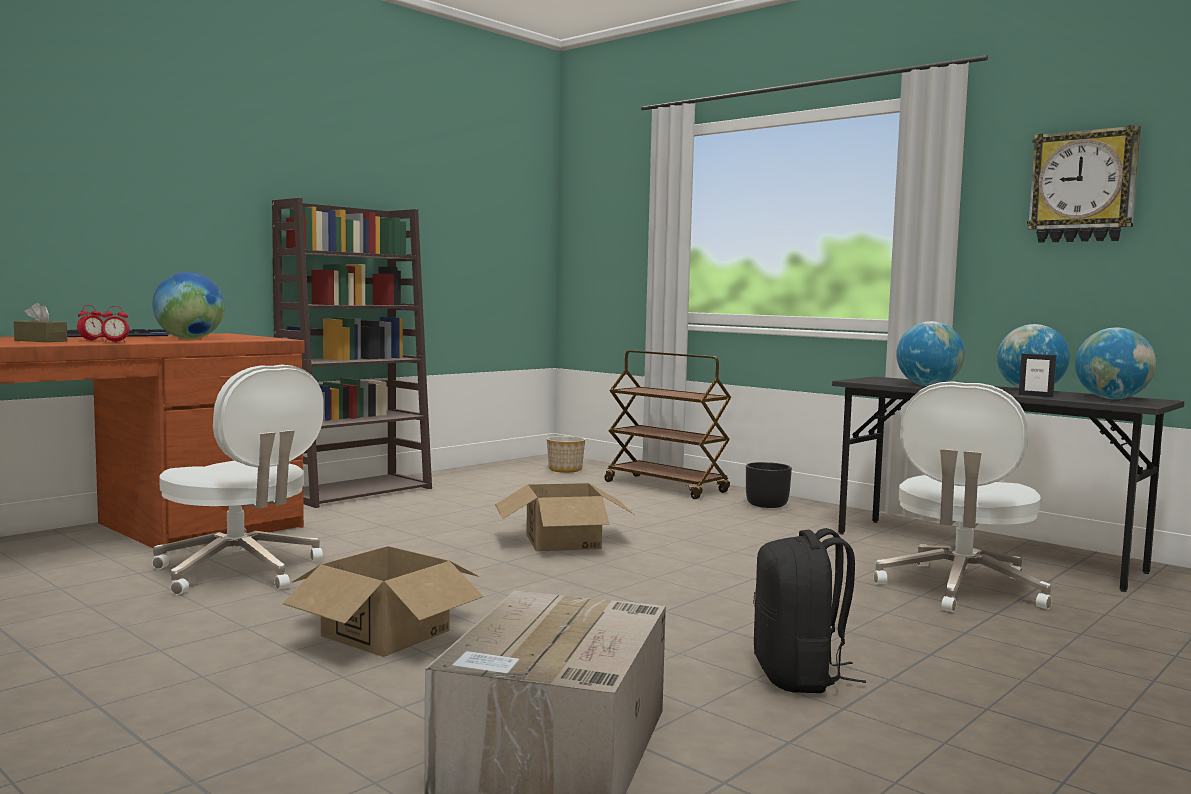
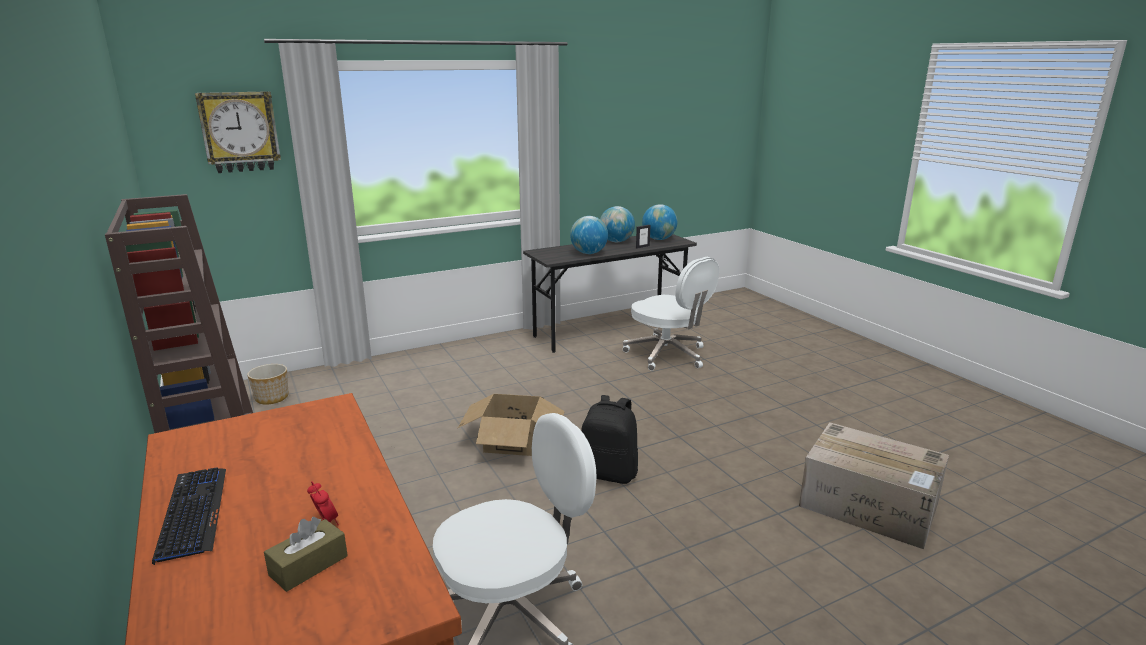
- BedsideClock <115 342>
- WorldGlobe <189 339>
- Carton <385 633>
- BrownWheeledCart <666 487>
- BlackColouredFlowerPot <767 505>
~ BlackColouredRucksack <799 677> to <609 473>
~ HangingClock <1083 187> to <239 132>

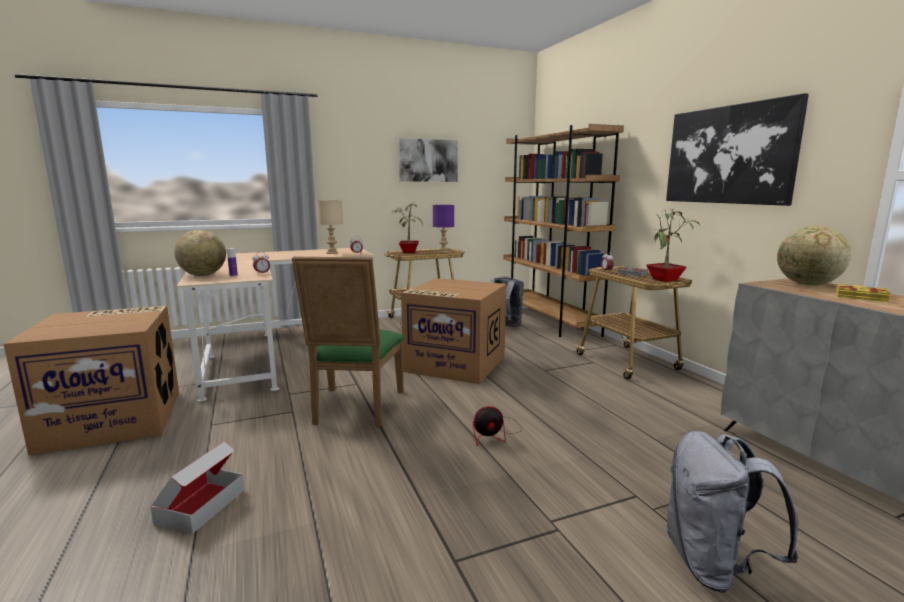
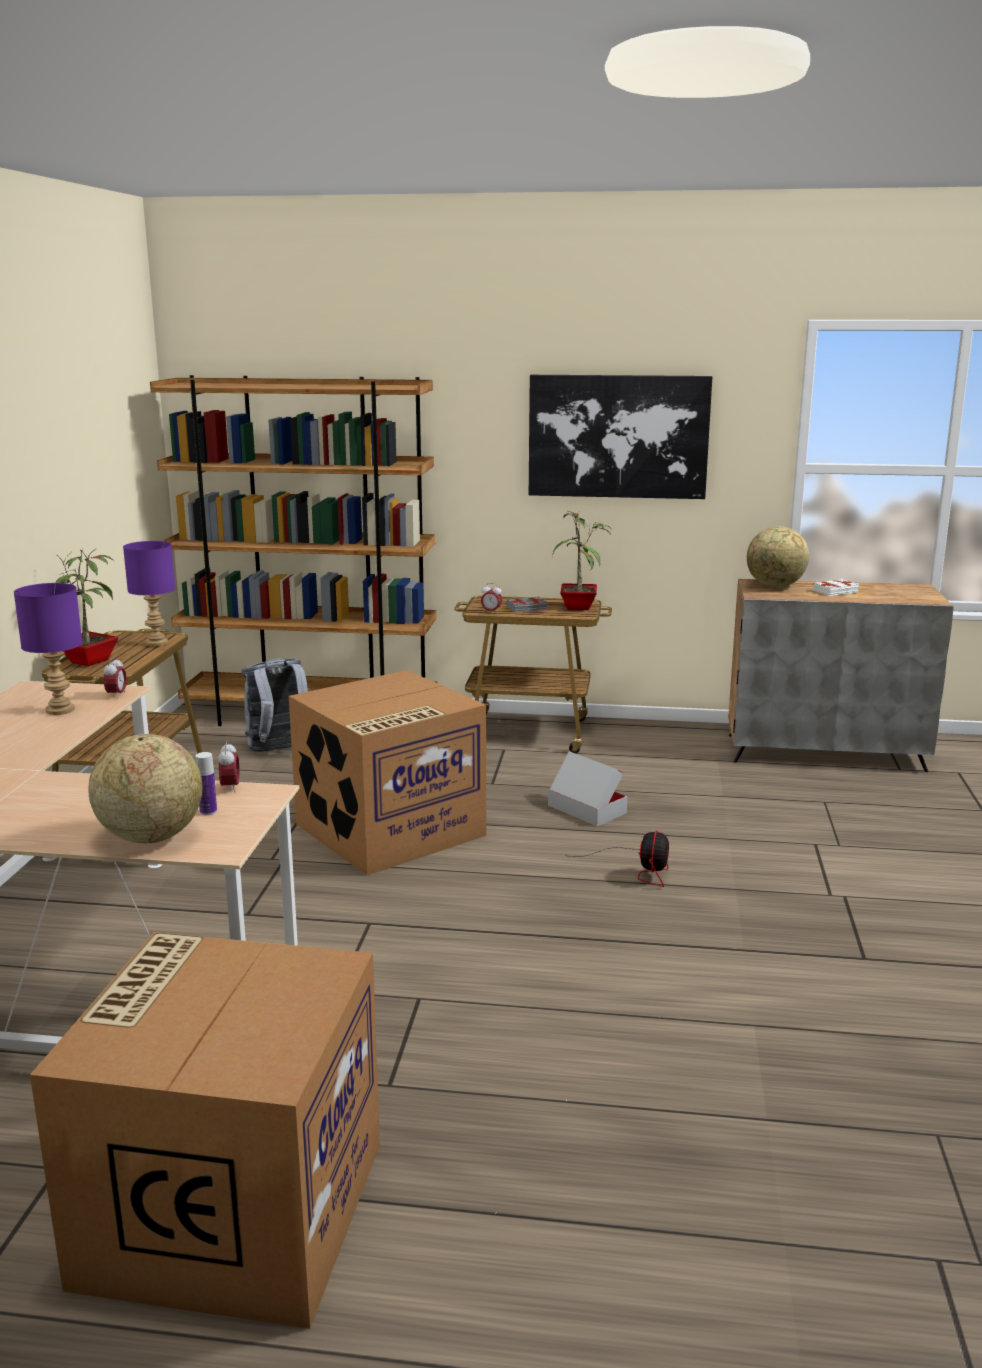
~ Carton <201 506> to <586 809>
- GreenColouredPlainChair <355 409>
~ BeigeColouredTabletopLamp <332 253> to PurpleColouredTabletopLamp <61 710>
- WallPicture <428 160>
- GreyRucksack <713 566>
~ YellowishBoundBook <861 297> to WhiteColouredBoundBook <836 591>

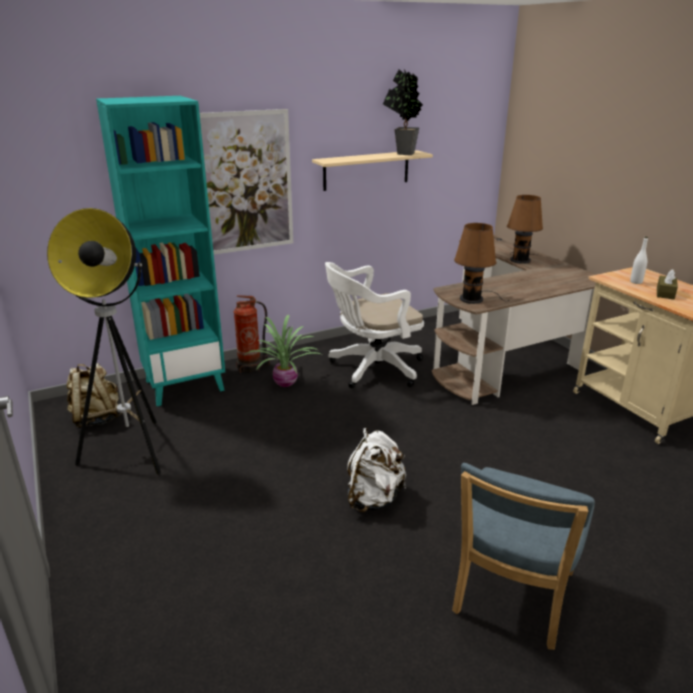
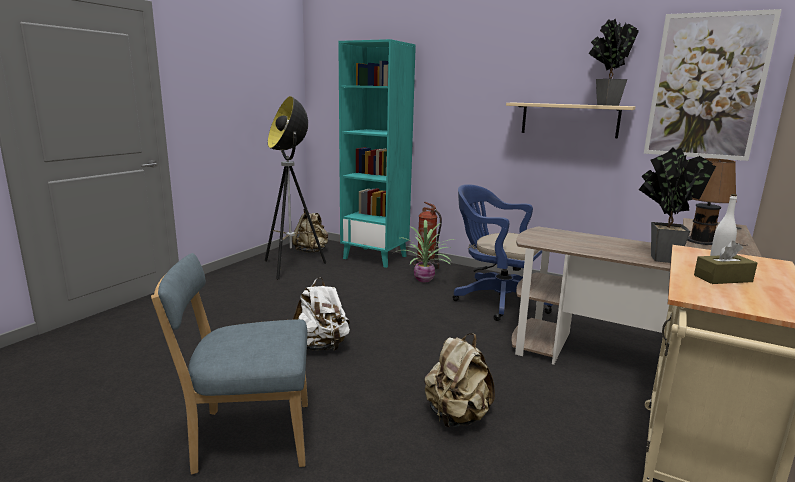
~ WallPicture <247 183> to <706 87>
~ WhiteColouredComputerChair <372 369> to BlueColouredComputerChair <496 300>
- BrownTabletopLamp <474 299>
+ BeigeColouredRucksack <457 416>
+ Houseplant <658 258>

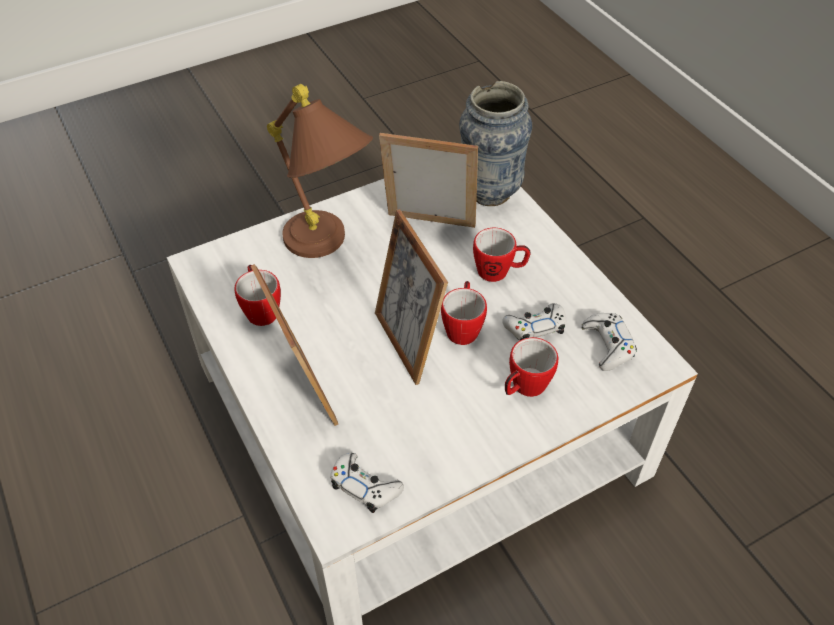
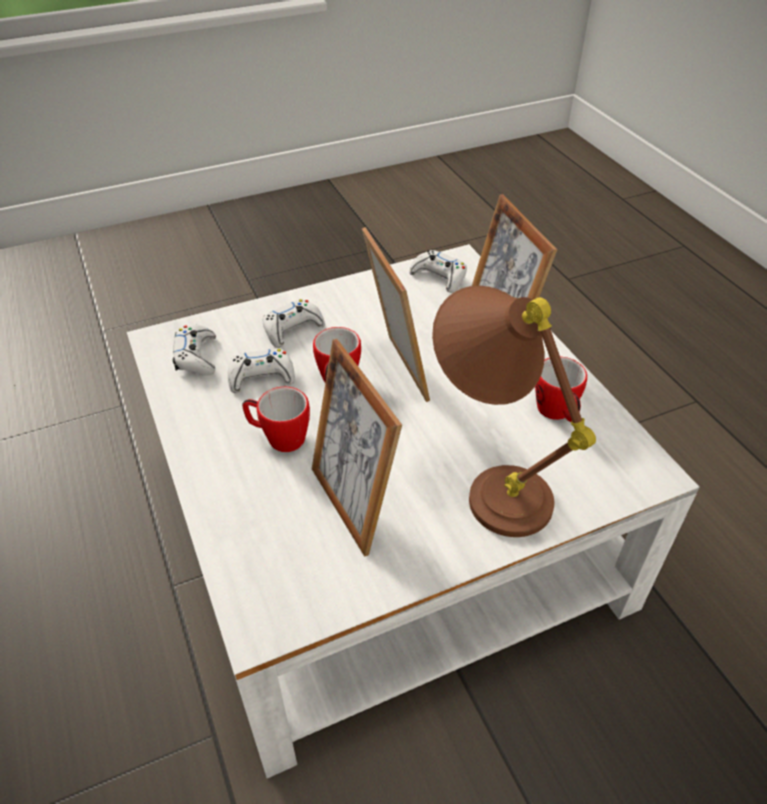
~ PhotoFrame <429 228> = <353 503> 45 degrees clockwise
- DecorativeVase <489 192>
~ TeaMug <524 387> to WhiteColouredGameController <292 329>

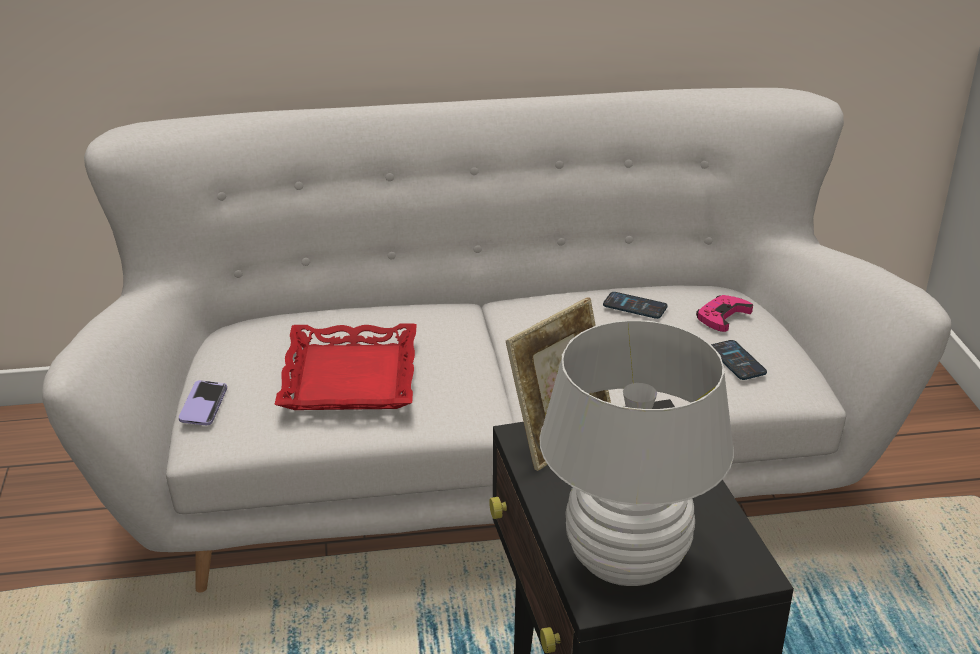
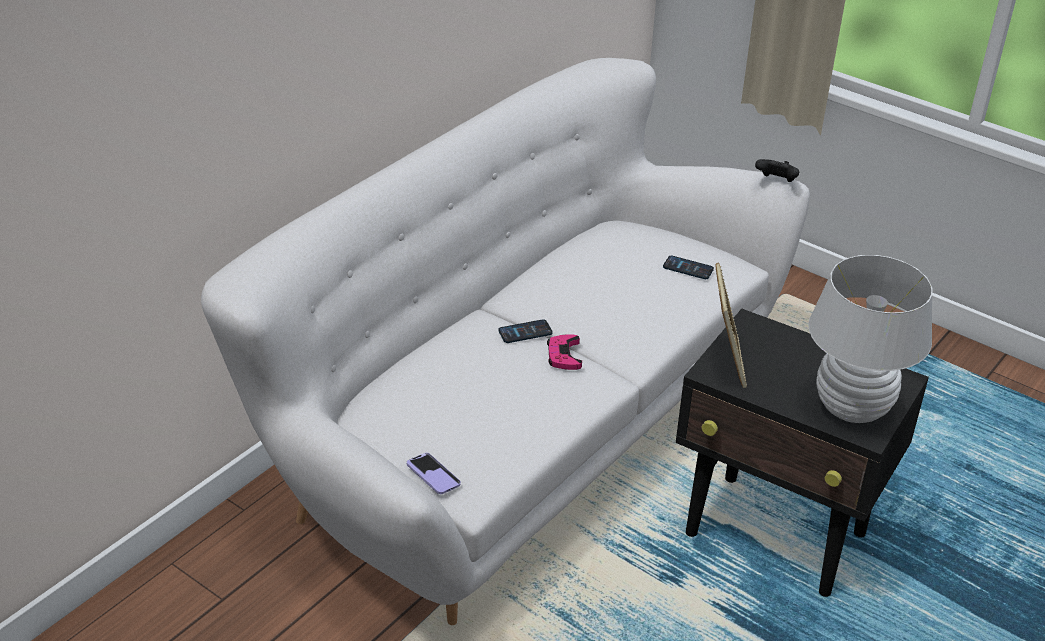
- RedTray <351 378>
~ Handset <635 306> to <525 332>
~ PinkGameController <722 317> to <564 356>
+ BlackColouredGameController <776 182>

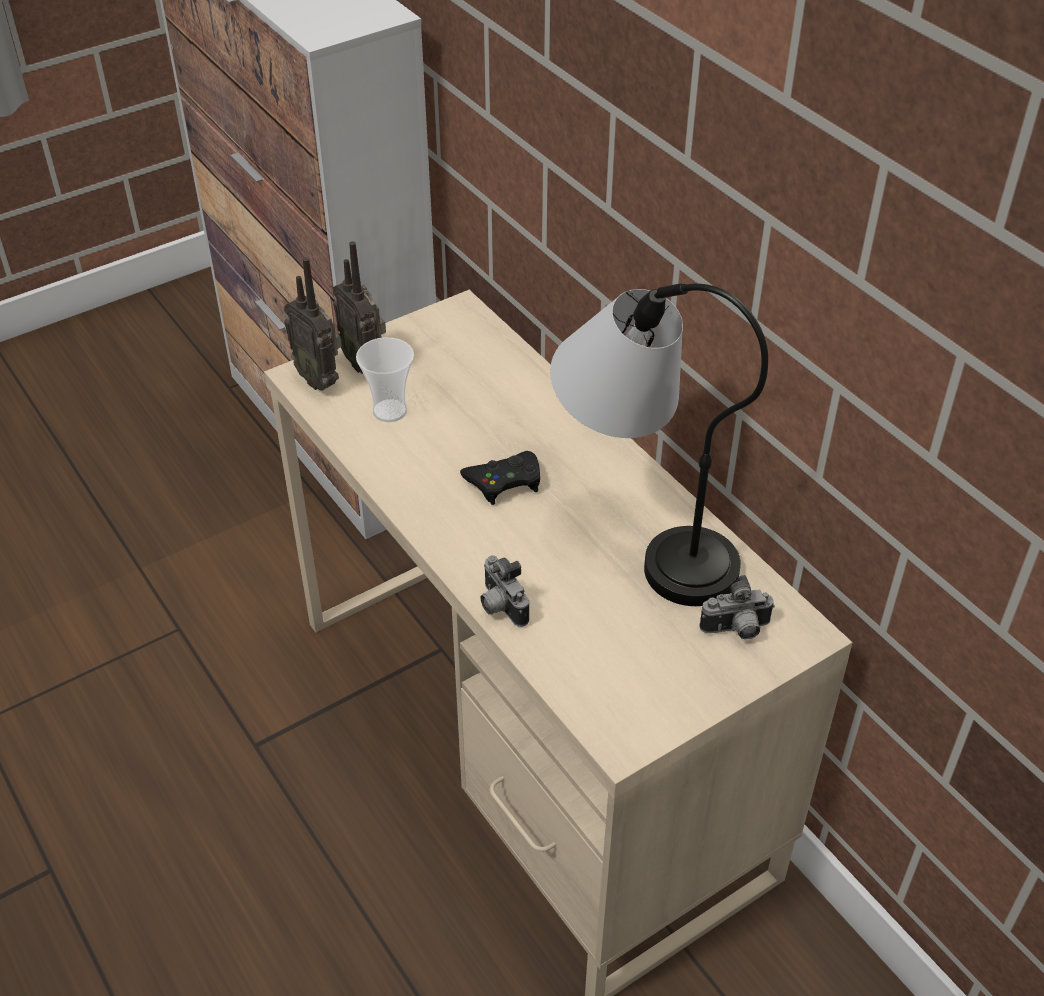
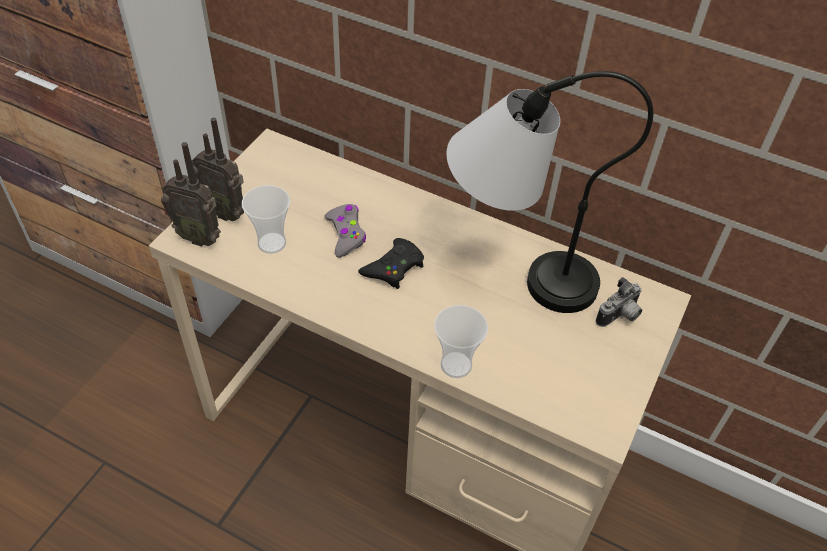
~ StillCamera <500 606> to SmallCup <456 365>
+ GreyGameController <346 234>

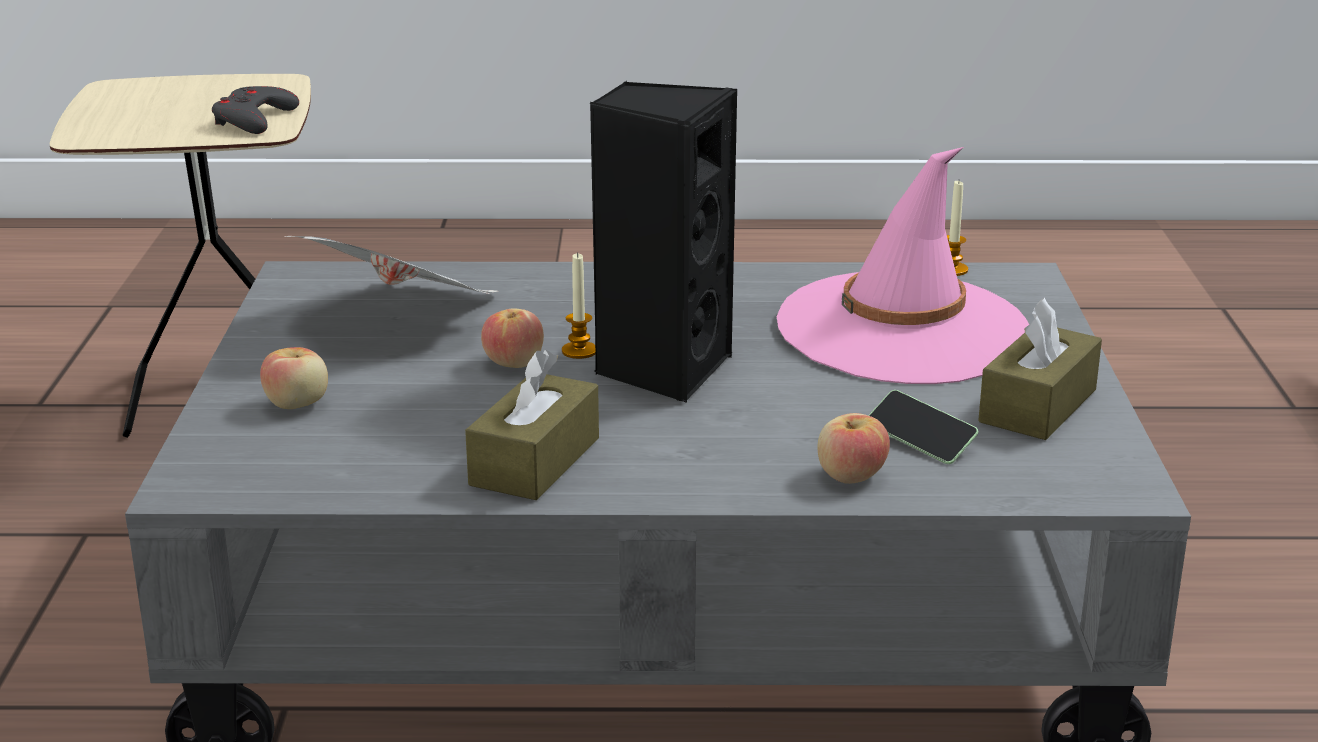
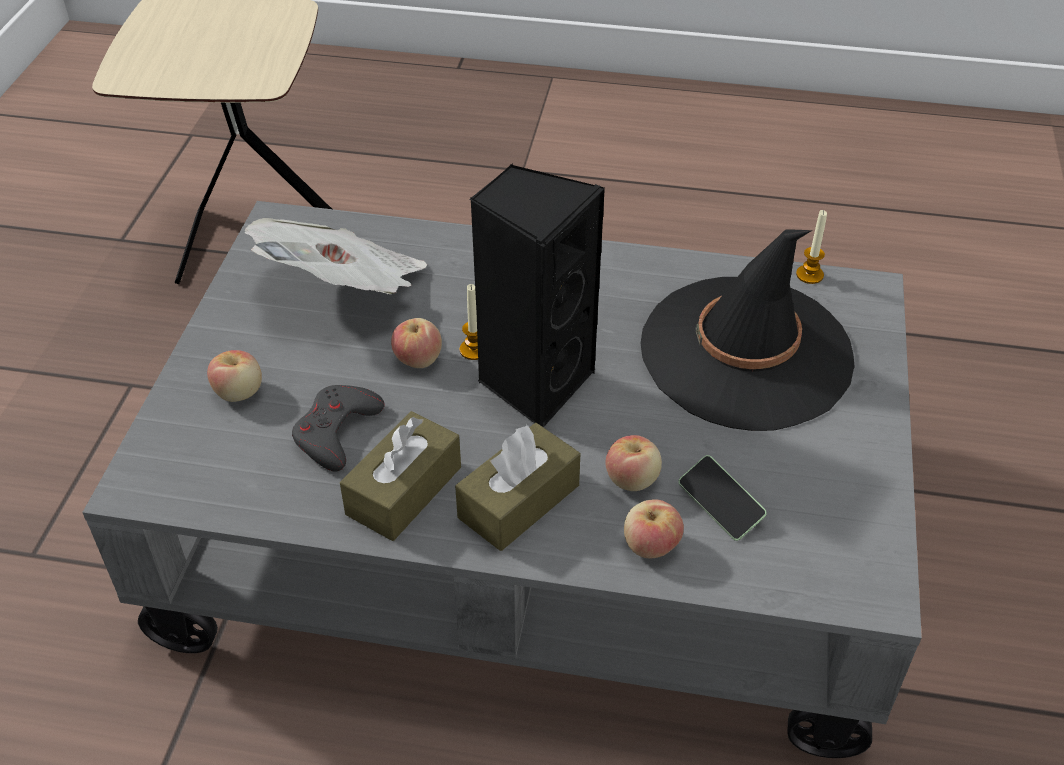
~ GreyGameController <254 119> to <336 432>
~ PinkHat <903 330> to BlackColouredHat <746 353>
~ BrownTissueBox <1038 406> to <519 501>
+ Apple <632 479>

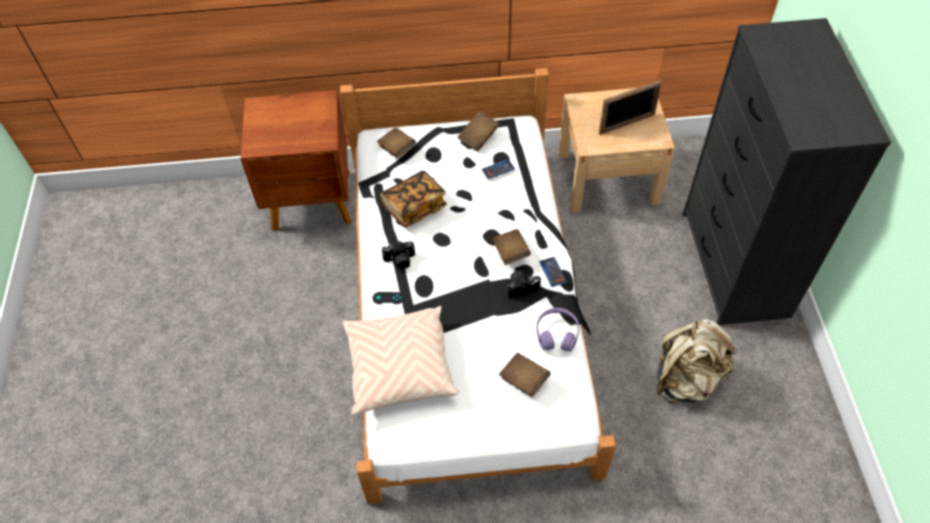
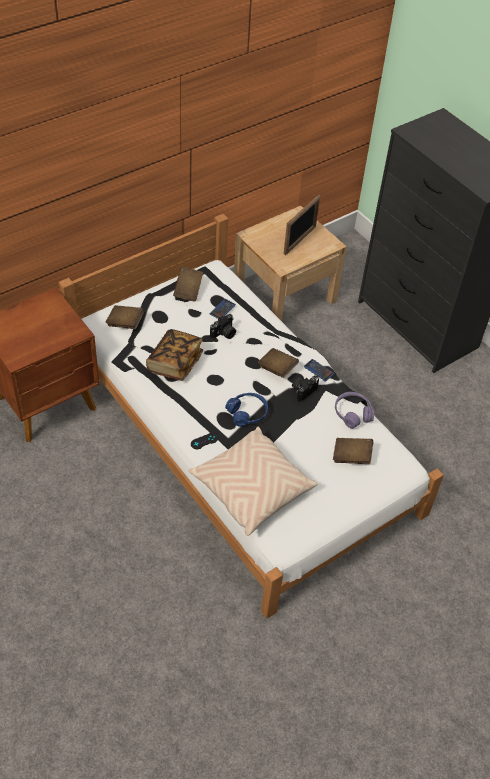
~ StillCamera <400 261> to <224 334>
- BeigeColouredRucksack <687 379>
+ BlueColouredPairOfHeadphones <247 413>

